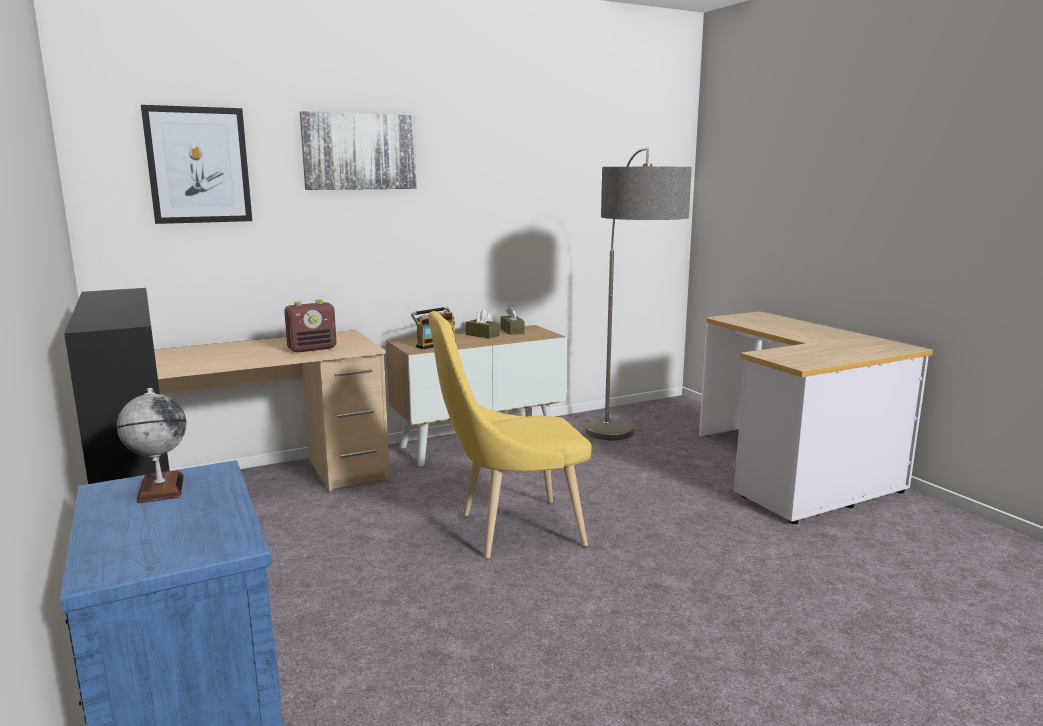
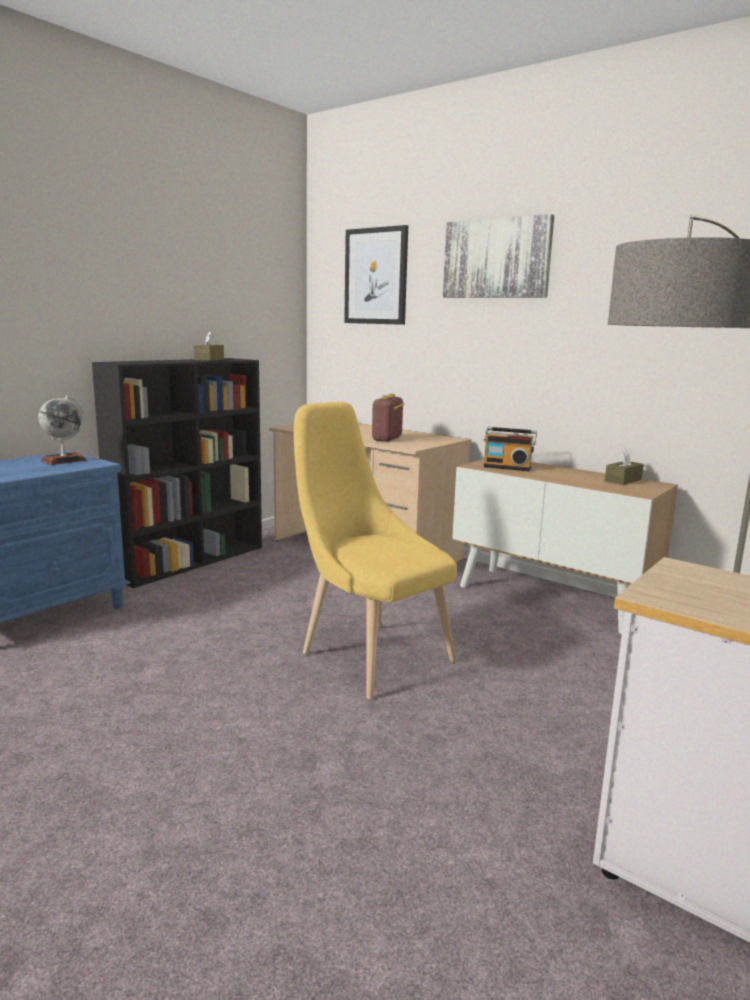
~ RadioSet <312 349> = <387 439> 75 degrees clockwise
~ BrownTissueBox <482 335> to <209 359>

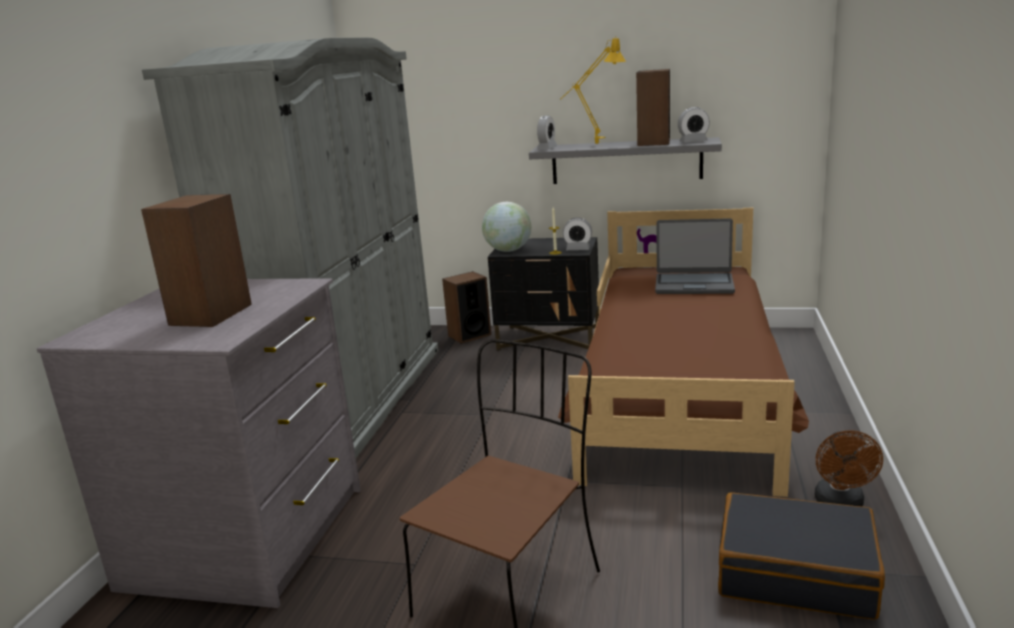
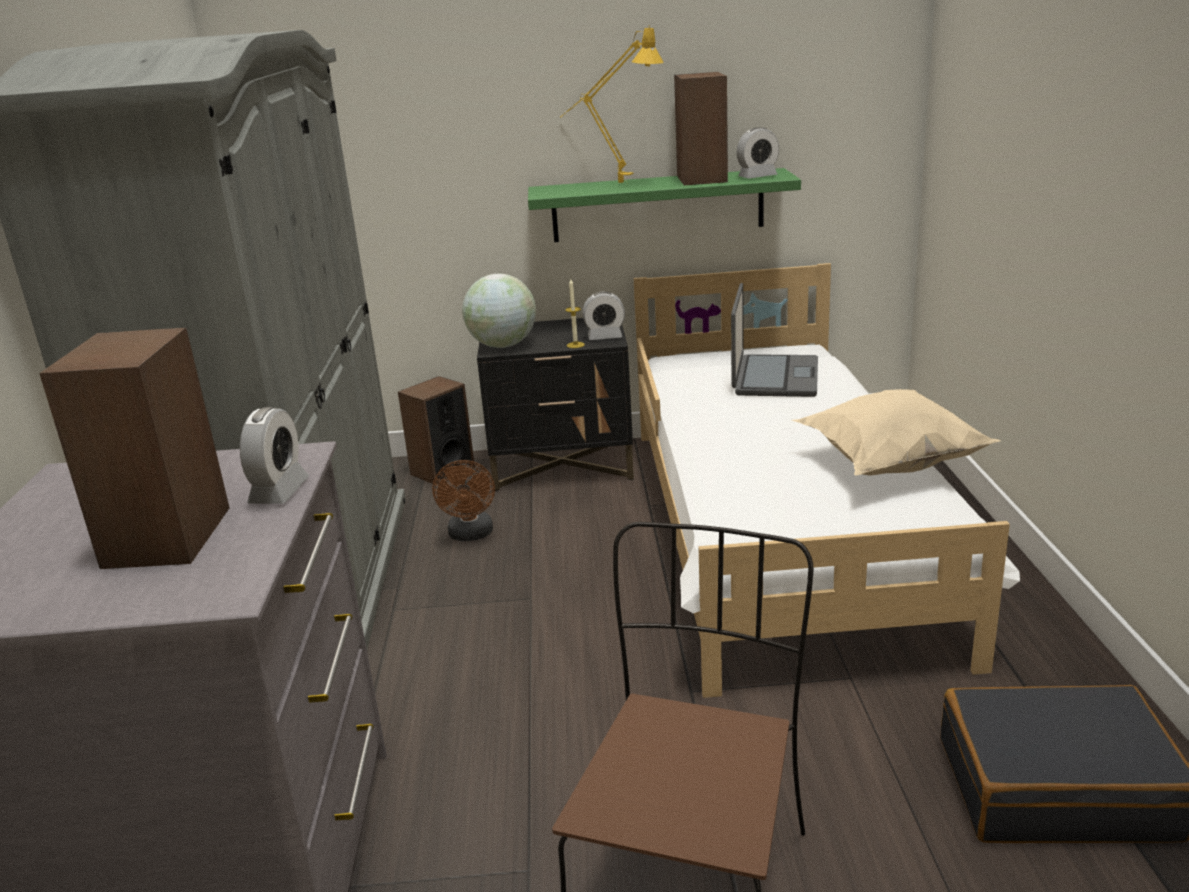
~ GreyShelf <626 161> to GreenColouredShelf <657 205>
~ BedsideClock <547 148> to <279 491>
~ BrownSleepingBed <680 392> to WhiteColouredSleepingBed <780 531>
~ NotebookComputer <694 285> = <774 378> 75 degrees counterclockwise
~ BrownCoolingFan <841 504> to <471 535>
+ BeigeColouredPillow <888 466>

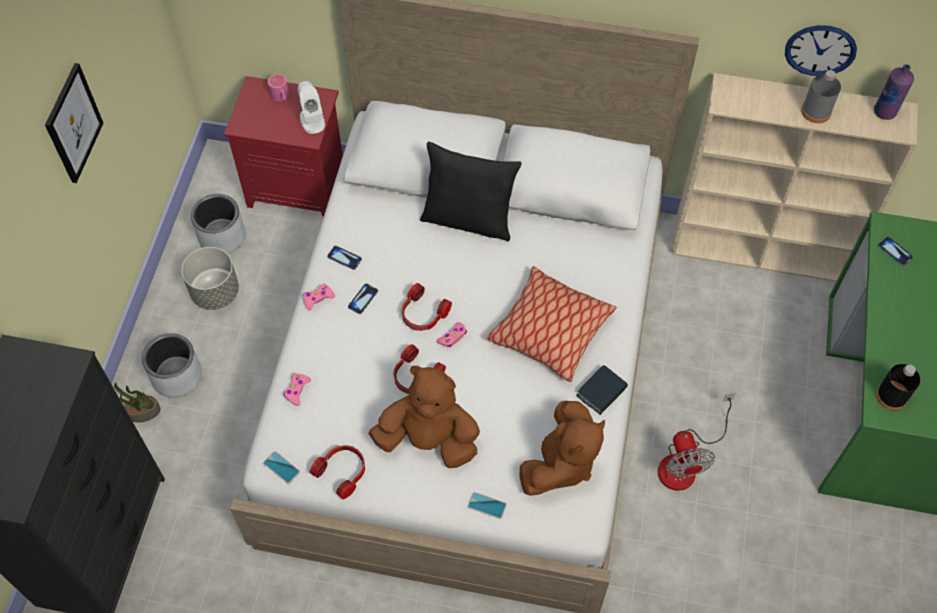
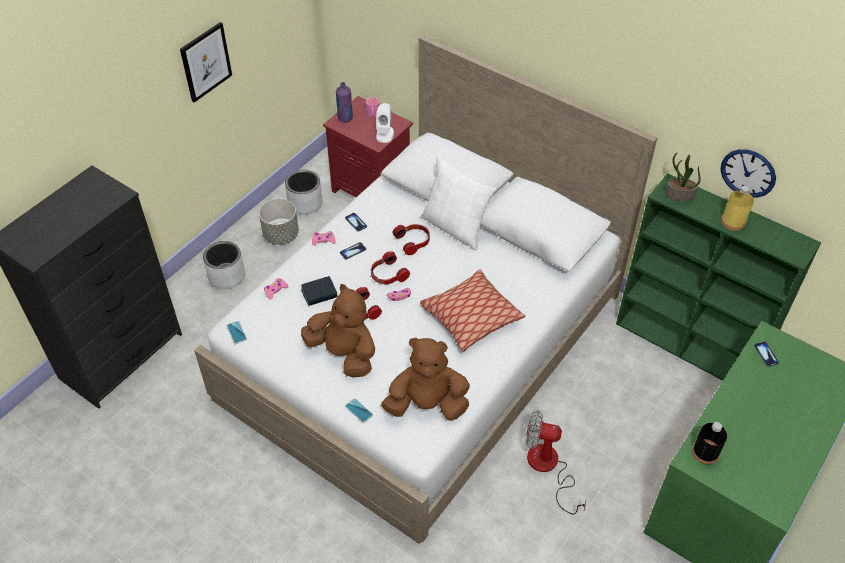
~ Houseplant <143 413> to <679 195>
~ PairOfHeadphones <342 472> to <413 242>
~ BlackColouredPillow <469 218> to WhiteColouredPillow <455 227>
~ BrownCuddlyToy <560 464> = <427 405> 150 degrees counterclockwise
~ BoundBook <601 392> to <319 294>
~ CoolingFan <685 462> = <548 468> 90 degrees clockwise
~ BeigeColouredBookcase <761 250> to GreenColouredBookcase <689 346>
~ GreyBeverageBottle <816 111> to YellowishBeverageBottle <733 221>
~ PurpleColouredBeverageBottle <885 112> to <345 118>

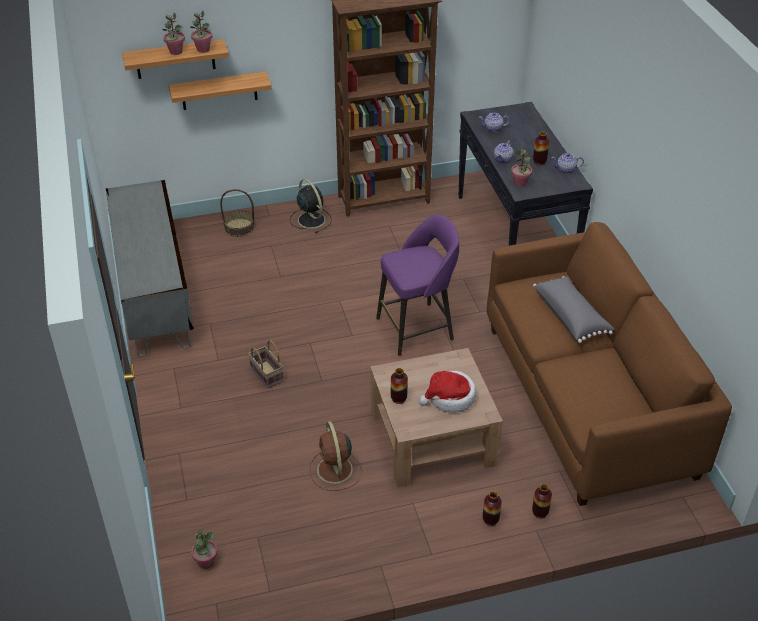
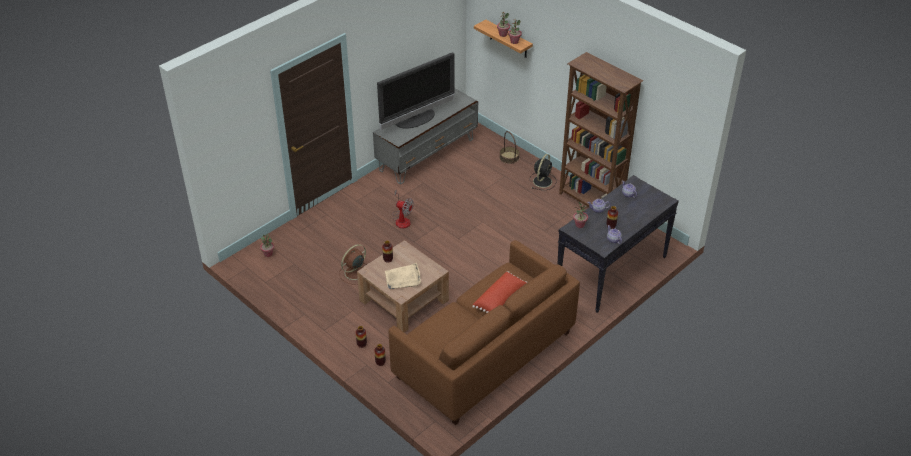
- Shelf <219 91>
~ Basket <265 374> to CoolingFan <402 219>
- PurpleColouredStool <417 328>
~ Hat <450 398> to BeigeColouredTray <403 278>
~ GreyPillow <571 316> to RedPillow <500 300>
+ TvSet <416 119>

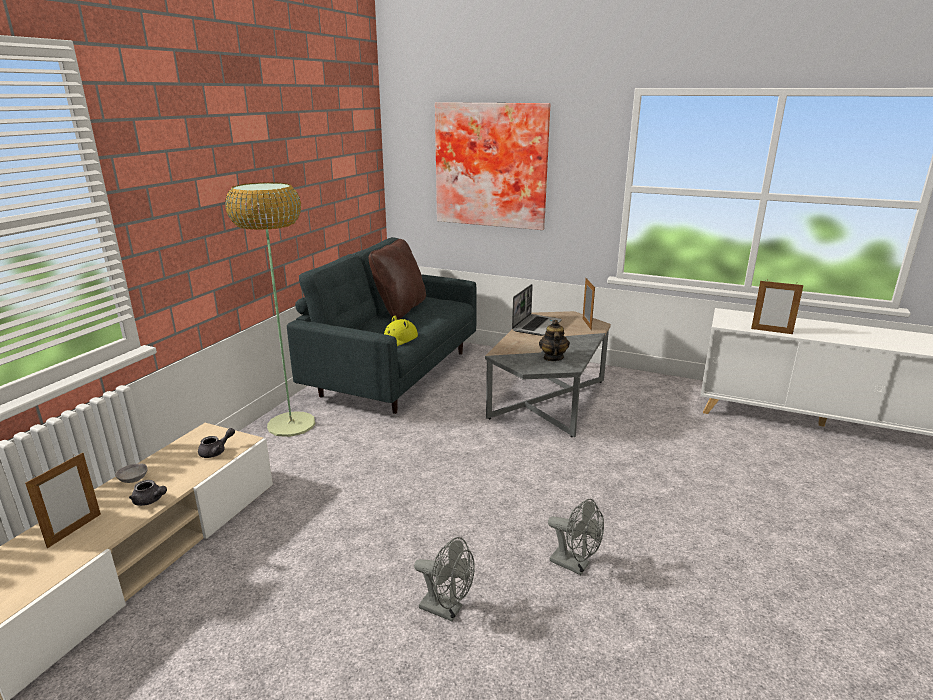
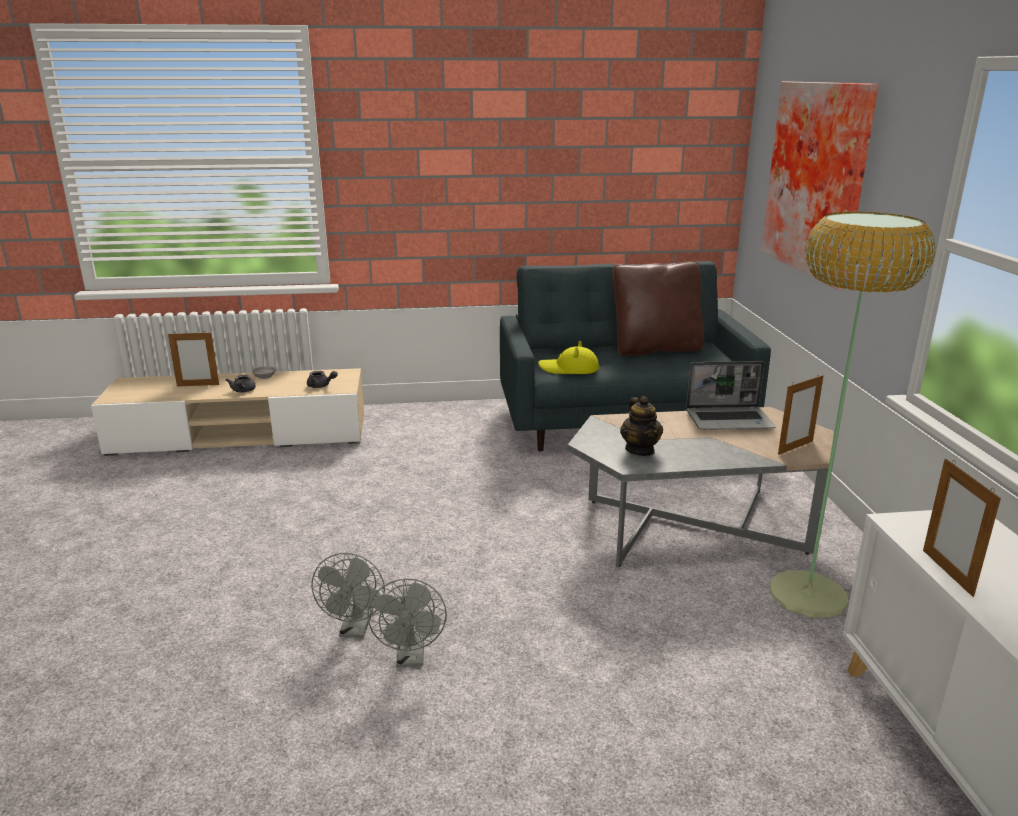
~ StandardLamp <291 424> to <808 594>
~ GreyCoolingFan <447 610> to <411 658>
~ Teapot <553 358> = <640 450> 105 degrees clockwise

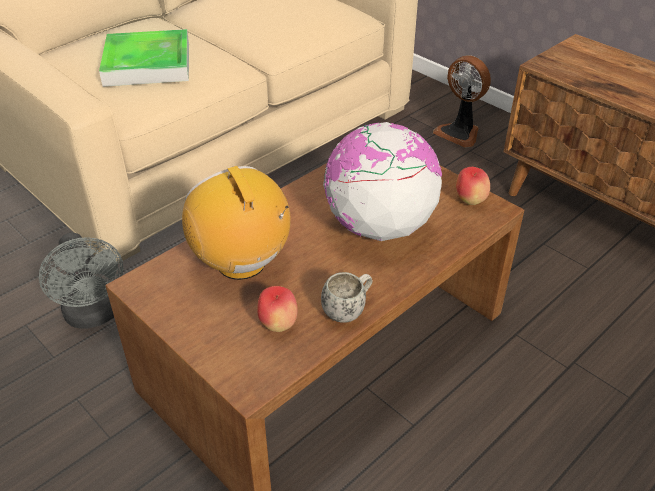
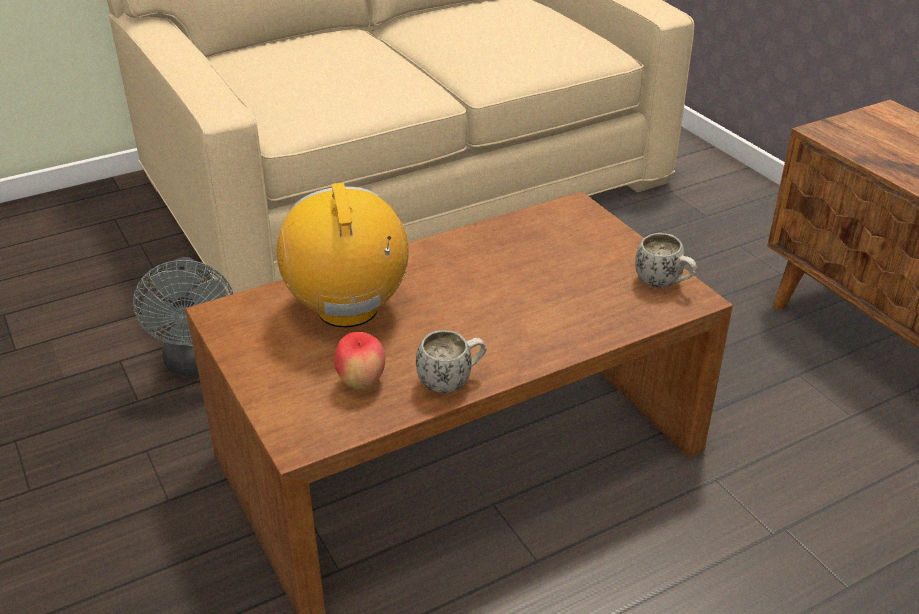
- Tray <147 64>
- WorldGlobe <379 227>
- CoolingFan <459 133>
~ Apple <470 201> to WhiteColouredTeaMug <664 284>

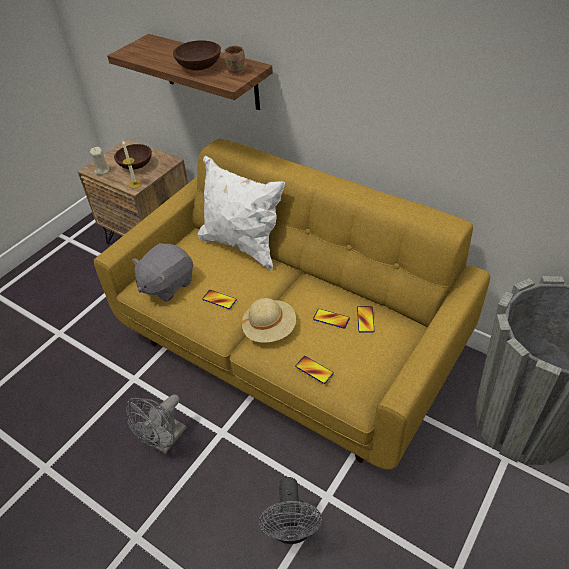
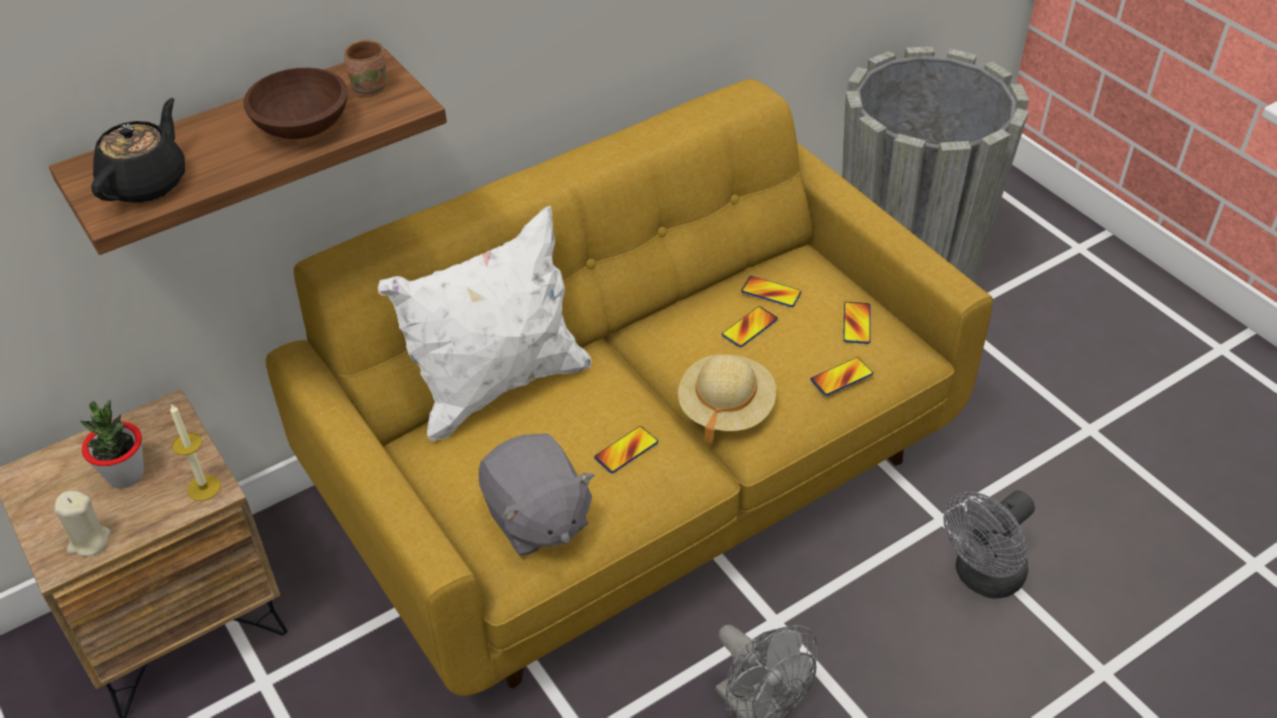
~ BrownServingBowl <135 165> to Houseplant <126 475>
~ GreyCoolingFan <292 530> = <982 578> 120 degrees clockwise
+ BlackColouredTeapot <147 183>
+ Handset <856 323>

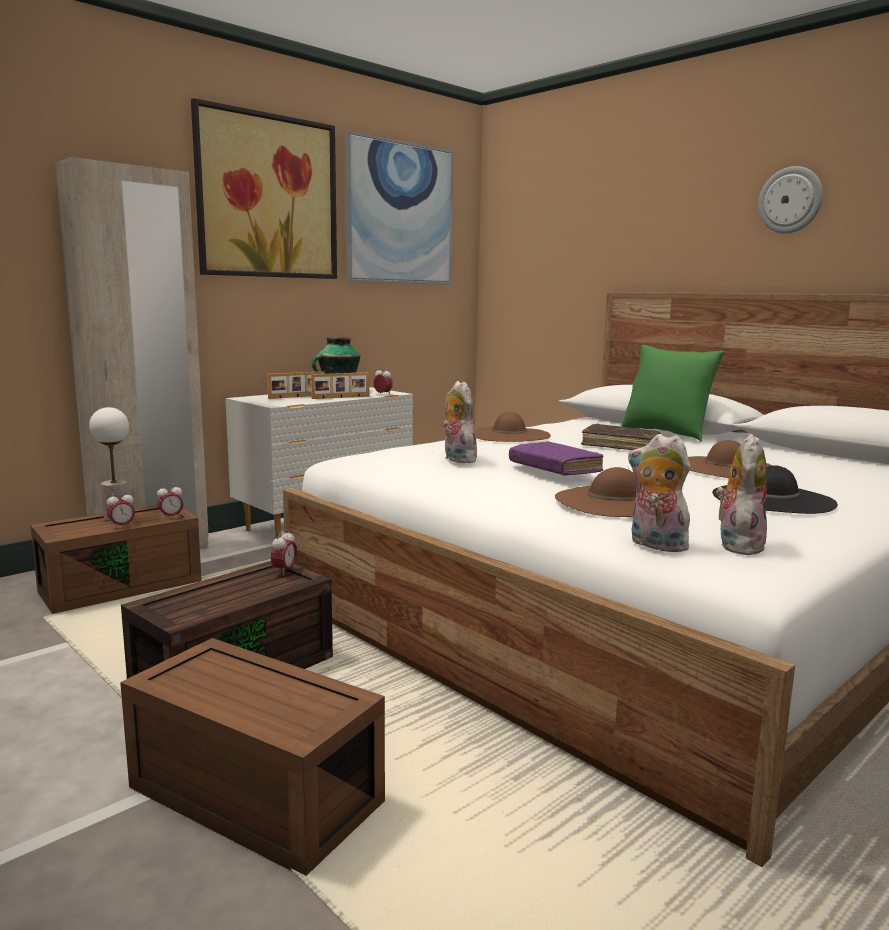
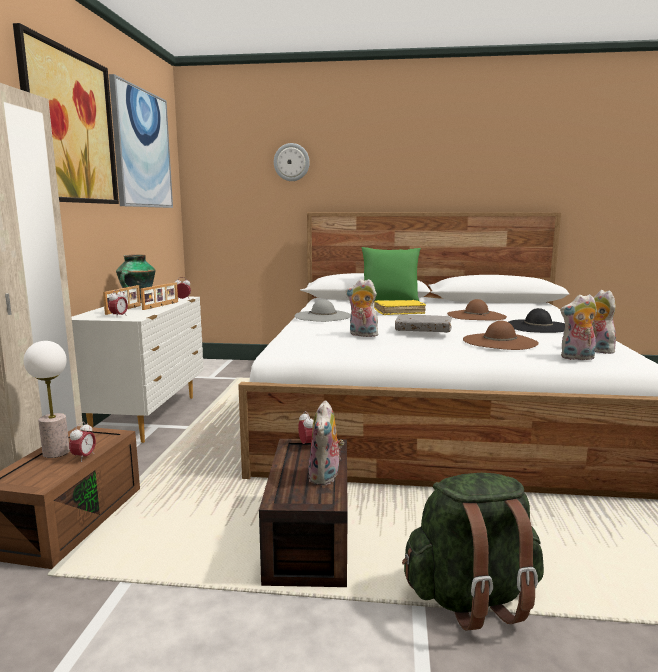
~ BrownStorageContainer <250 796> to GreenColouredRucksack <472 598>
~ BedsideClock <171 517> to <119 316>
~ BrownHat <509 435> to GreyHat <323 316>
~ PurpleColouredBoundBook <554 468> to GreyBoundBook <423 330>
~ BrownBoundBook <620 446> to YellowishBoundBook <399 312>
~ HangingClock <790 200> to <291 162>
+ CuddlyToy <326 477>

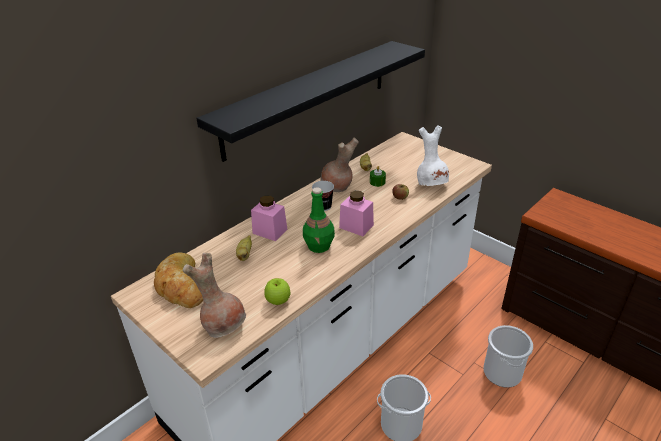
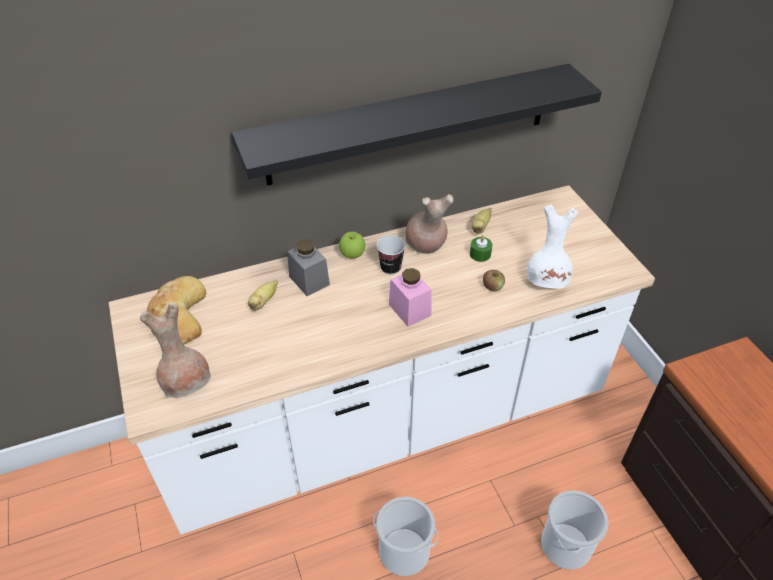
~ PinkJar <270 231> to GreyJar <309 280>
~ Apple <278 301> to <352 255>
- GreenColouredBeverageBottle <319 246>

